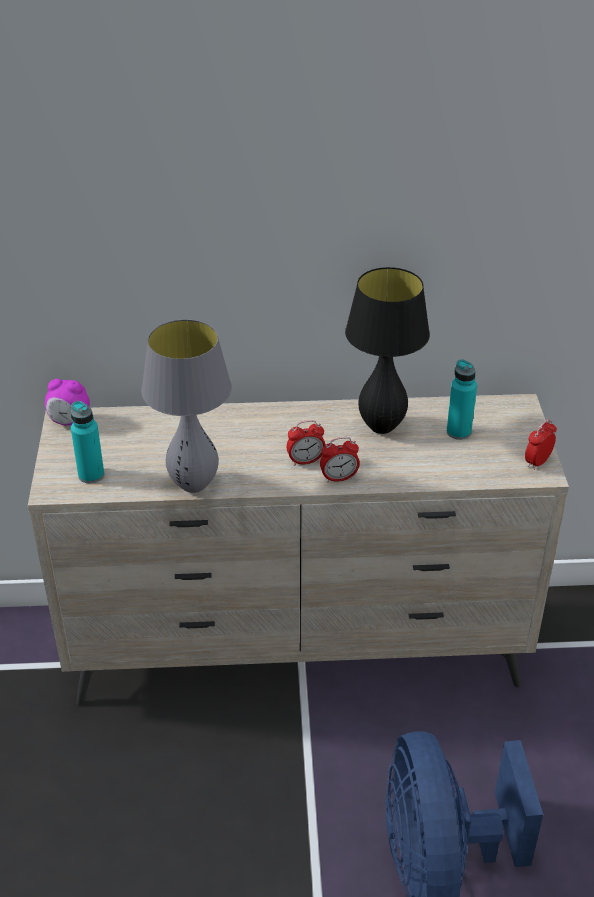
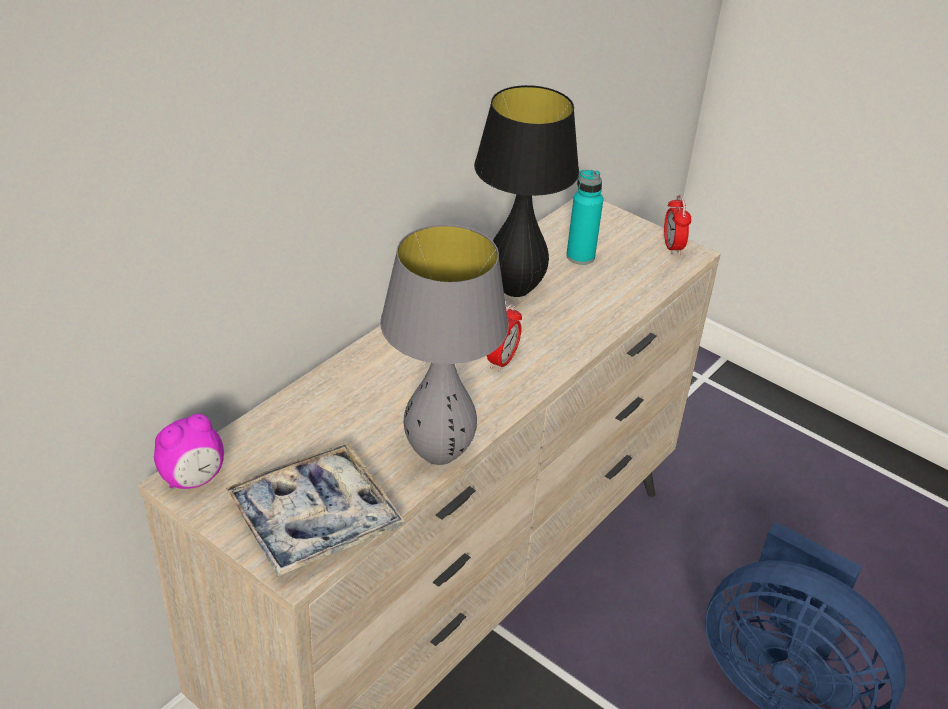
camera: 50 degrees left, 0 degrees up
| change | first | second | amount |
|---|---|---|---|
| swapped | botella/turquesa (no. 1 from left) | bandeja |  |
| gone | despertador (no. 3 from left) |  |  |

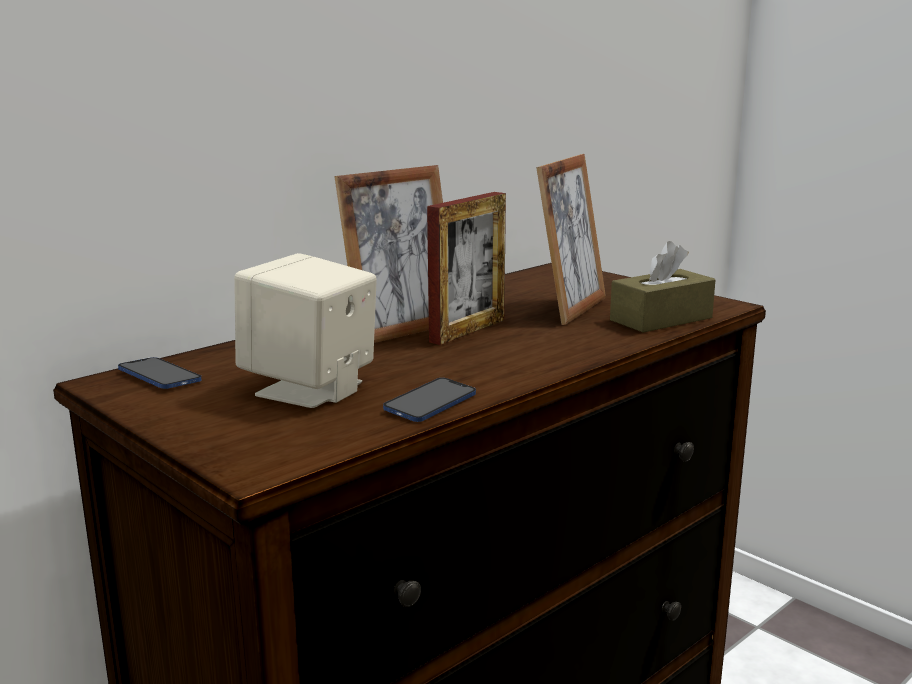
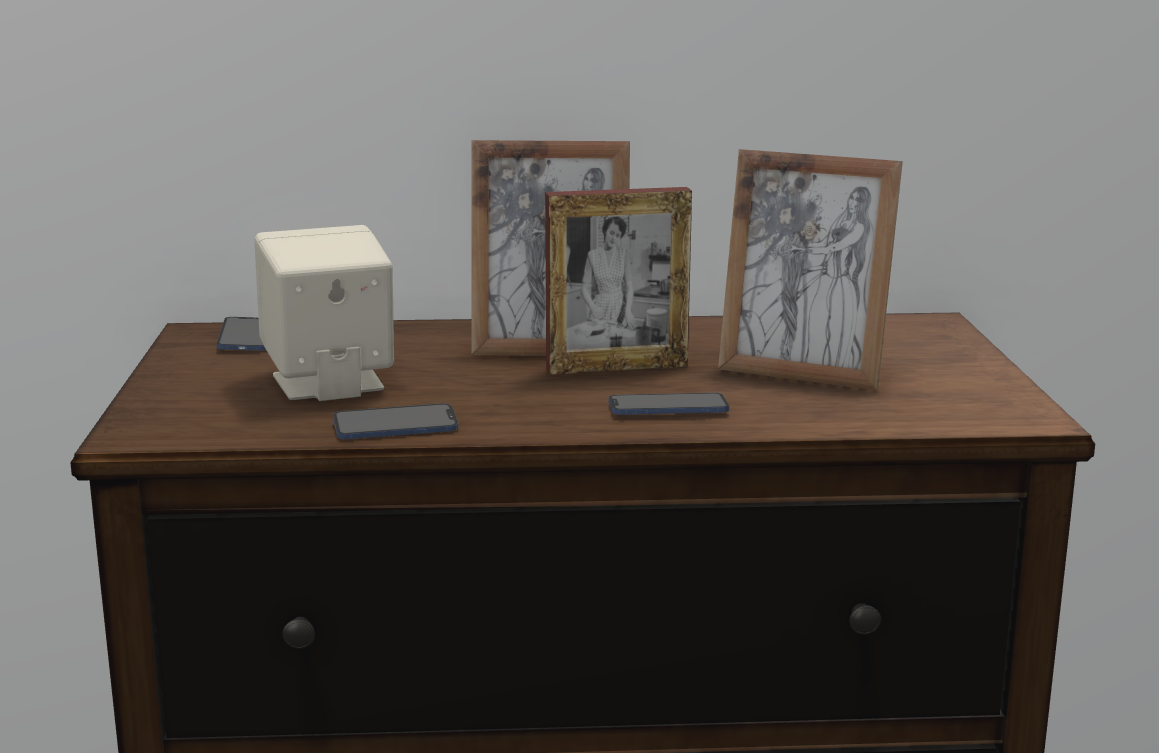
camera: 40 degrees right, 0 degrees up
| change | first | second | amount |
|---|---|---|---|
| rotated | portarretratos (no. 3 from left) |  | 45 degrees clockwise |
| gone | caja de pañuelos/marrón |  |  |
| new |  | móvil (no. 3 from left) |  |

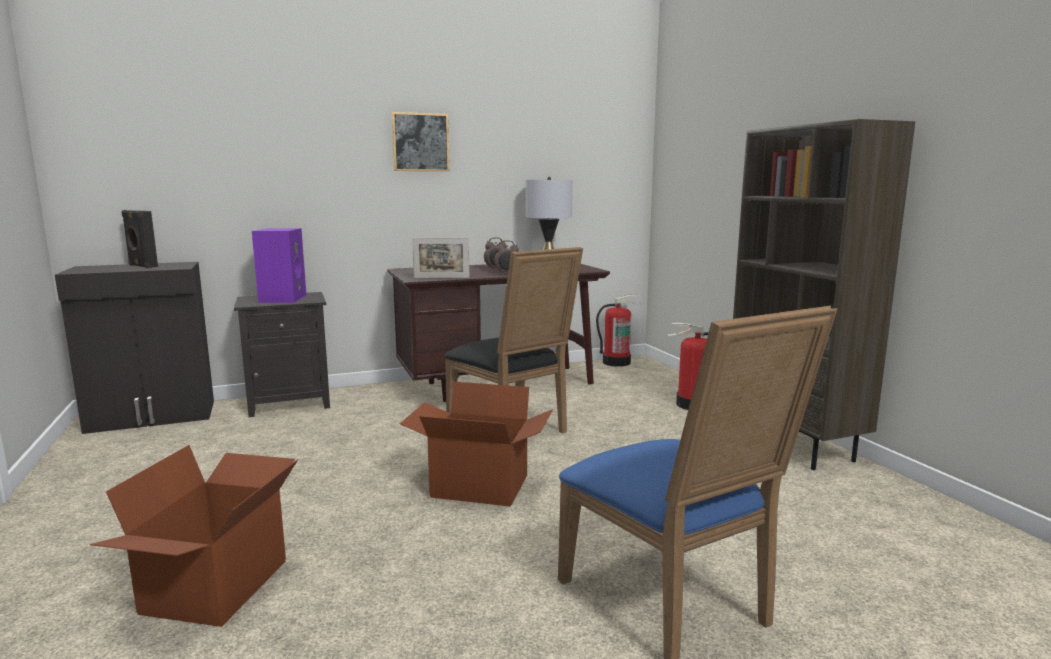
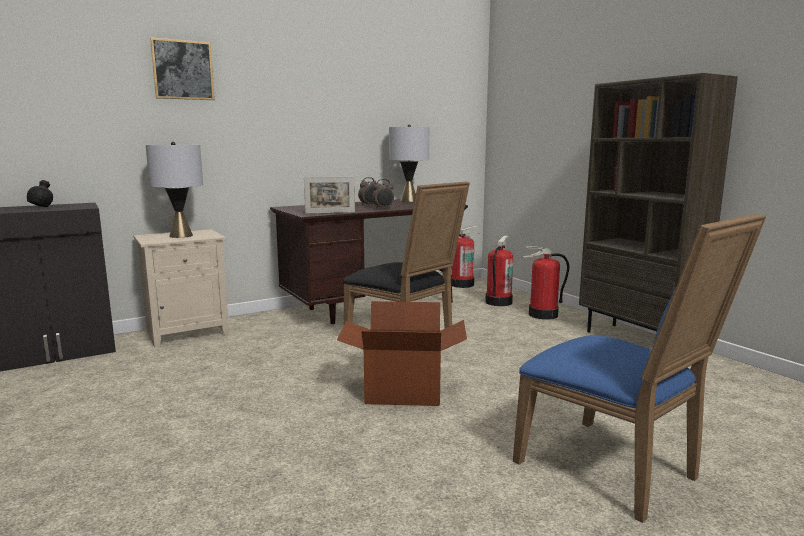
camera: 10 degrees left, 0 degrees up
| change | first | second | amount |
|---|---|---|---|
| gone | caja de cartón (no. 1 from left) |  |  |
| swapped | altavoz/negro | botella/negro |  |
| repainted | mesita de noche/negro | mesita de noche/beis |  |
| swapped | altavoz/morado | lámpara de mesa/gris (no. 1 from left) |  |
| shifted | cuadro |  |  |
| new |  | extintor (no. 2 from left) |  |

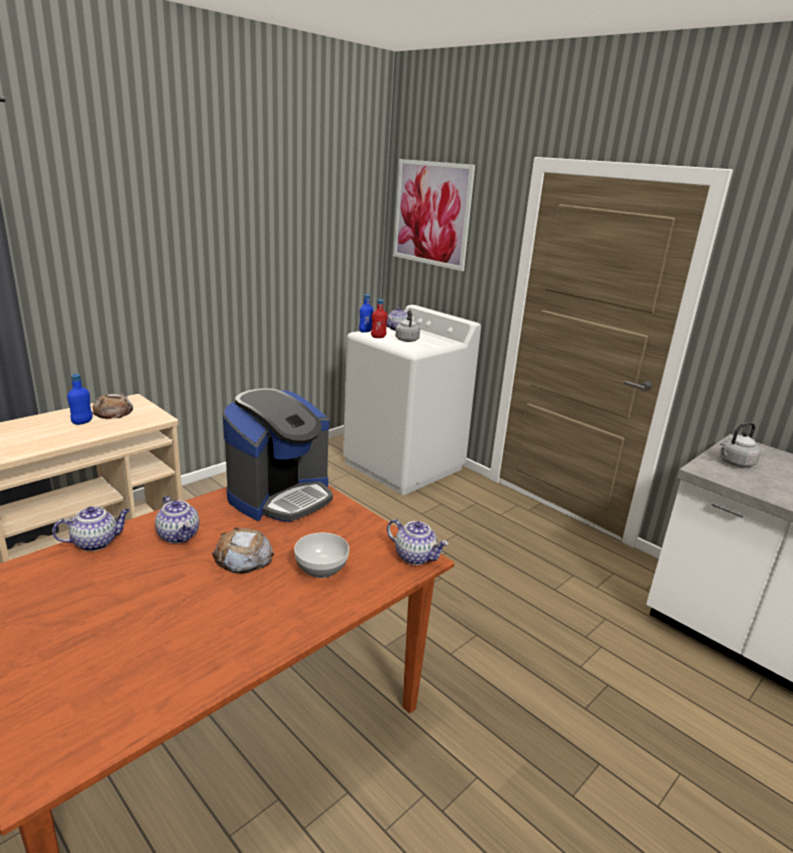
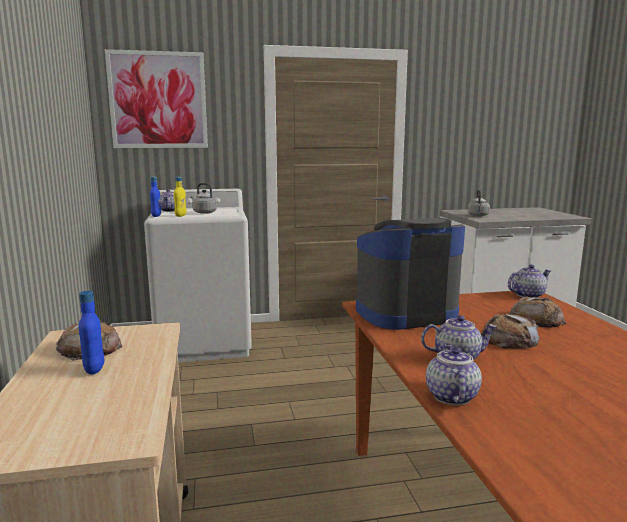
camera: 55 degrees left, 10 degrees down
| change | first | second | amount |
|---|---|---|---|
| rotated | cafetera |  | 90 degrees counterclockwise |
| swapped | cuenco | pan (no. 3 from left) |  |
| repainted | botella/rojo | botella/amarillo |  |

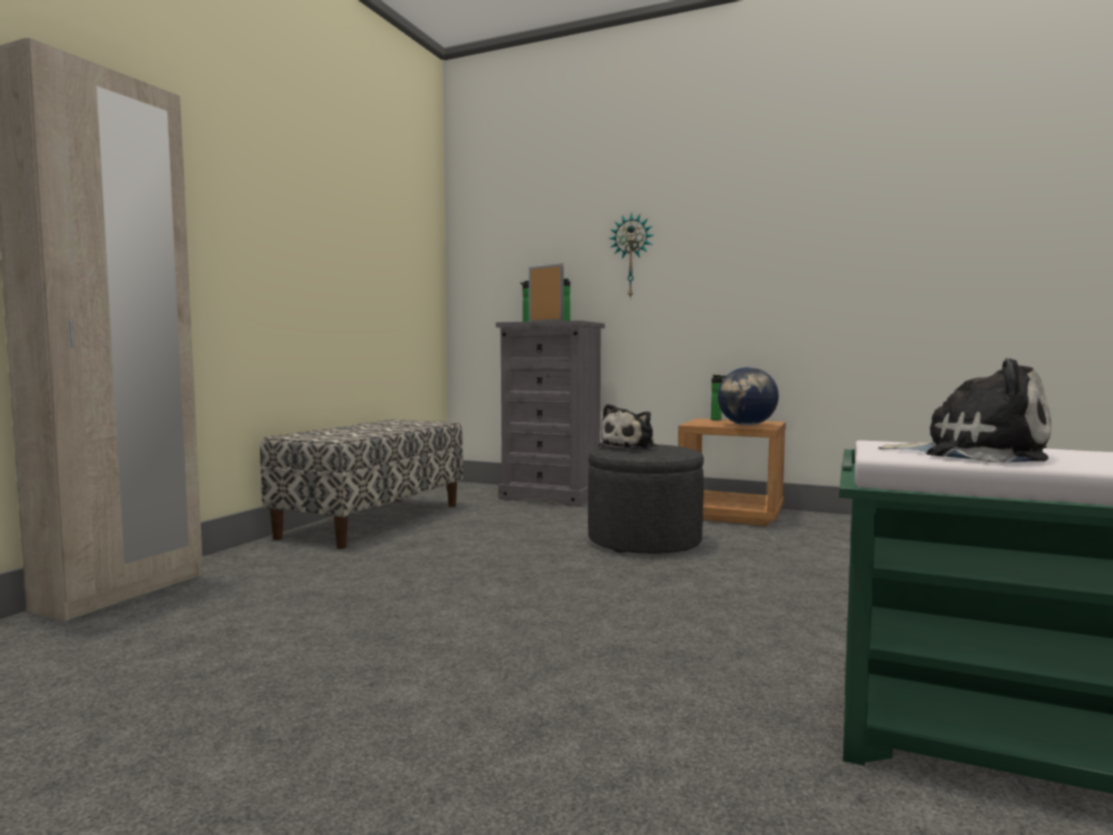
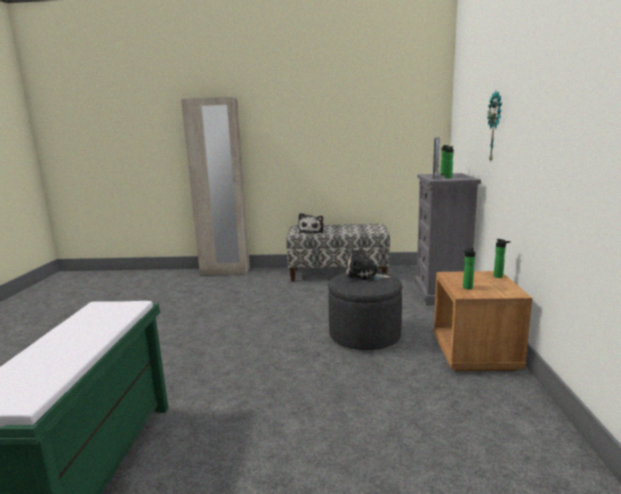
camera: 70 degrees right, 10 degrees up
| change | first | second | amount |
|---|---|---|---|
| swapped | globo terráqueo | botella (no. 3 from left) |  |
| shifted | peluche (no. 2 from left in the first image) | peluche (no. 1 from left) |  |

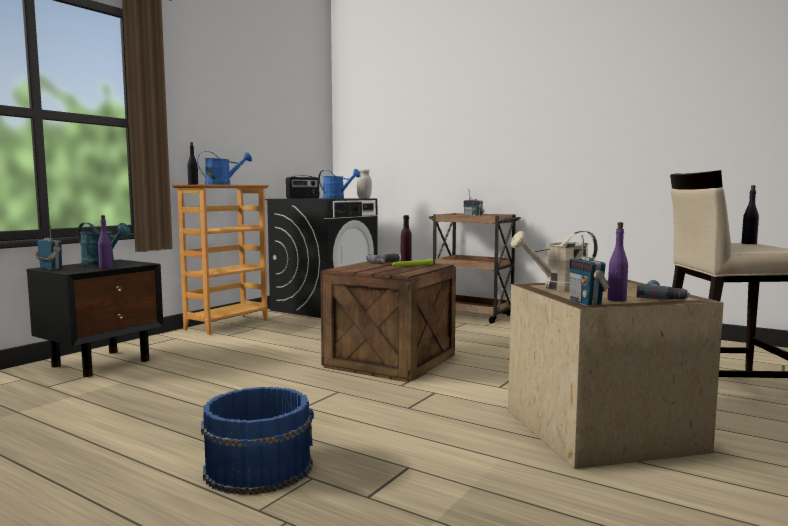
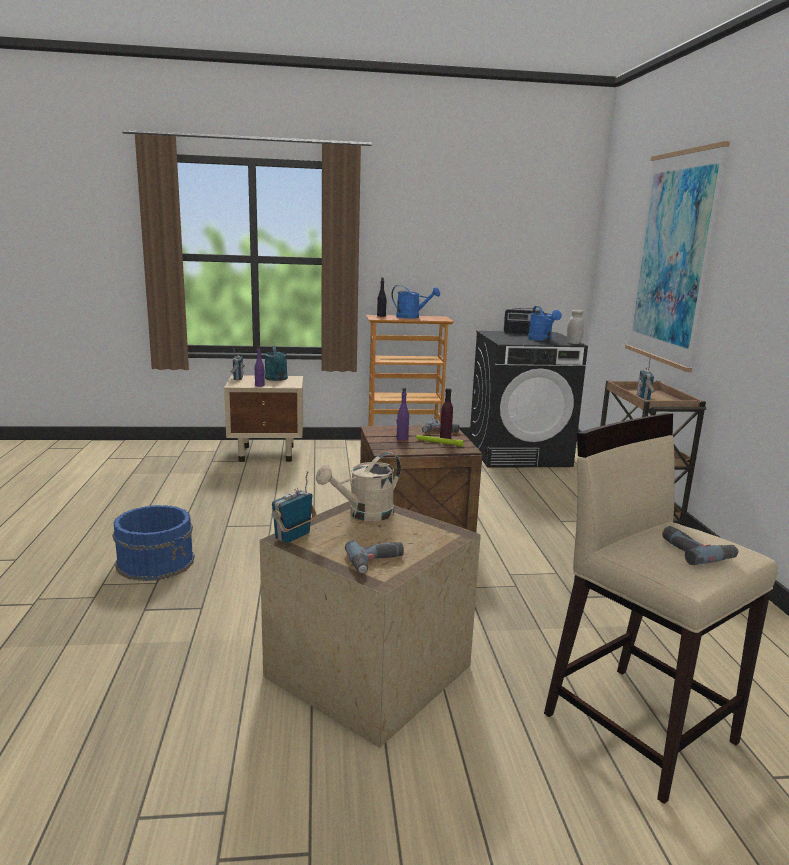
camera: 50 degrees right, 10 degrees up
| change | first | second | amount |
|---|---|---|---|
| repainted | mesita de noche/negro | mesita de noche/beis |  |
| rotated | regadera/beis |  | 75 degrees counterclockwise |
| shifted | botella/morado (no. 3 from left in the first image) | botella/morado (no. 2 from left) |  |
| swapped | botella/negro (no. 2 from left) | taladro (no. 3 from left) |  |
| new |  | cuadro |  |

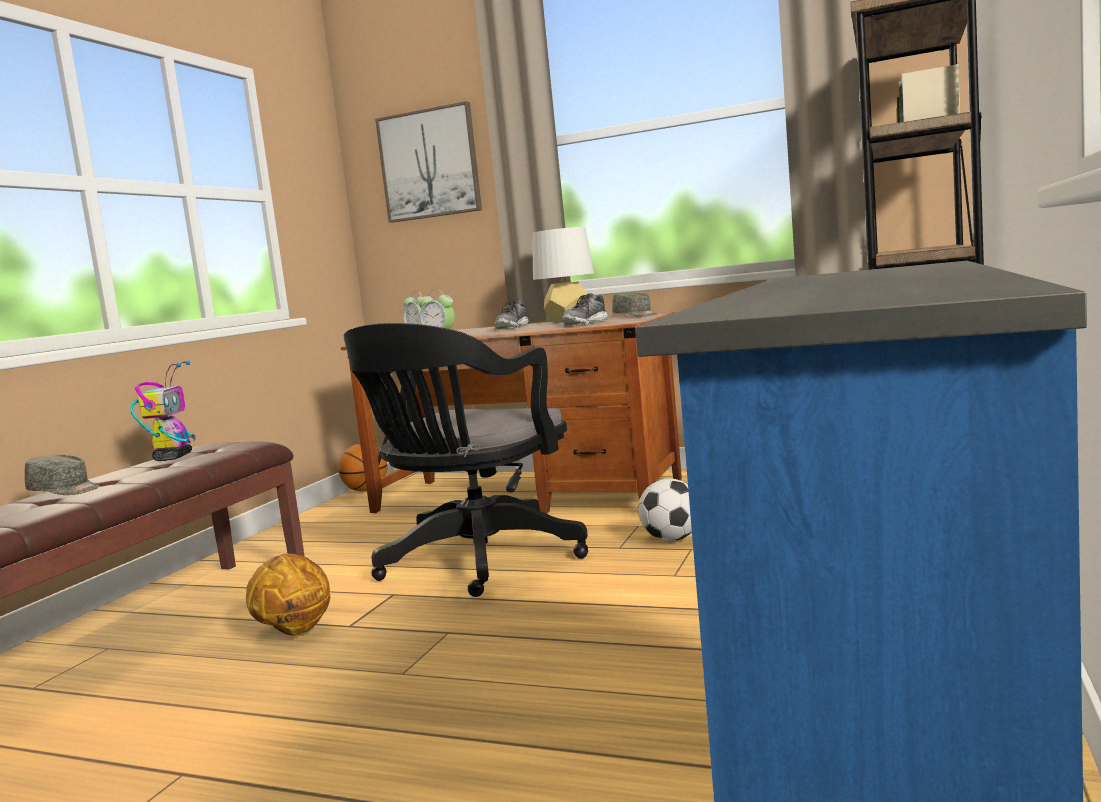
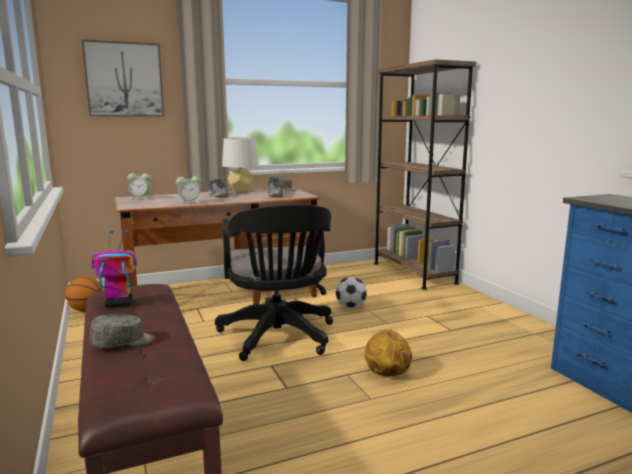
camera: 45 degrees left, 5 degrees up
| change | first | second | amount |
|---|---|---|---|
| rotated | robot de juguete |  | 60 degrees counterclockwise |
| shifted | balón de baloncesto (no. 1 from left in the first image) | balón de baloncesto (no. 2 from left) |  |

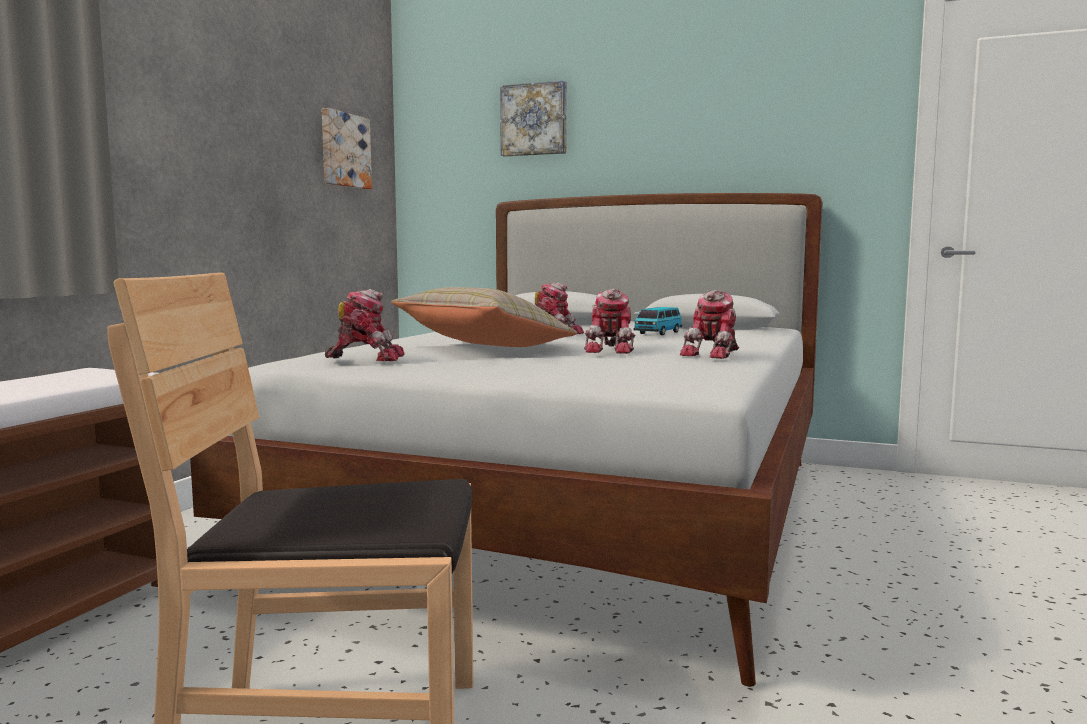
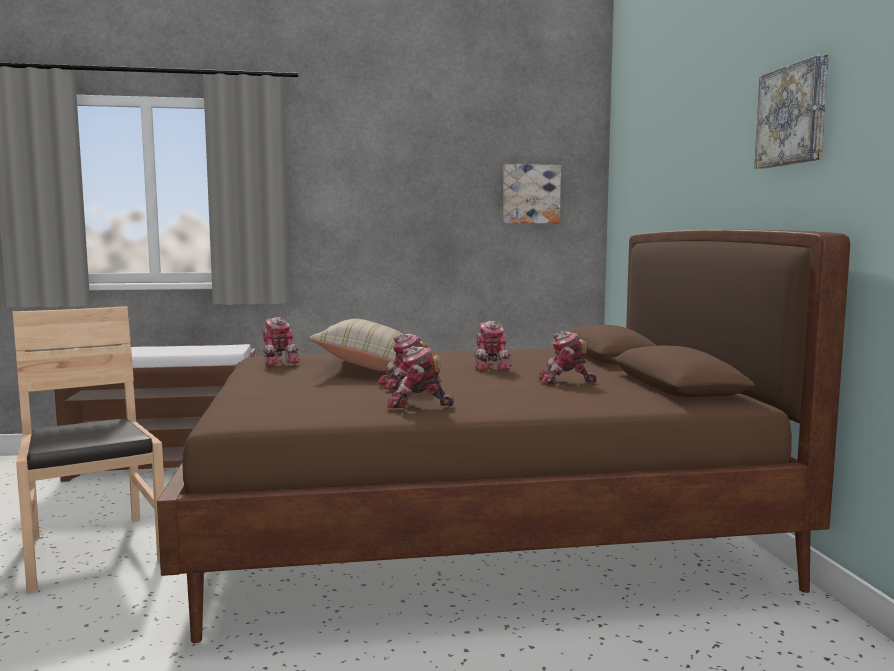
camera: 60 degrees right, 0 degrees up
| change | first | second | amount |
|---|---|---|---|
| repainted | cama/blanco | cama/marrón |  |
| shifted | cuadro (no. 2 from left) |  |  |
| swapped | coche de juguete | robot de juguete (no. 5 from left) |  |

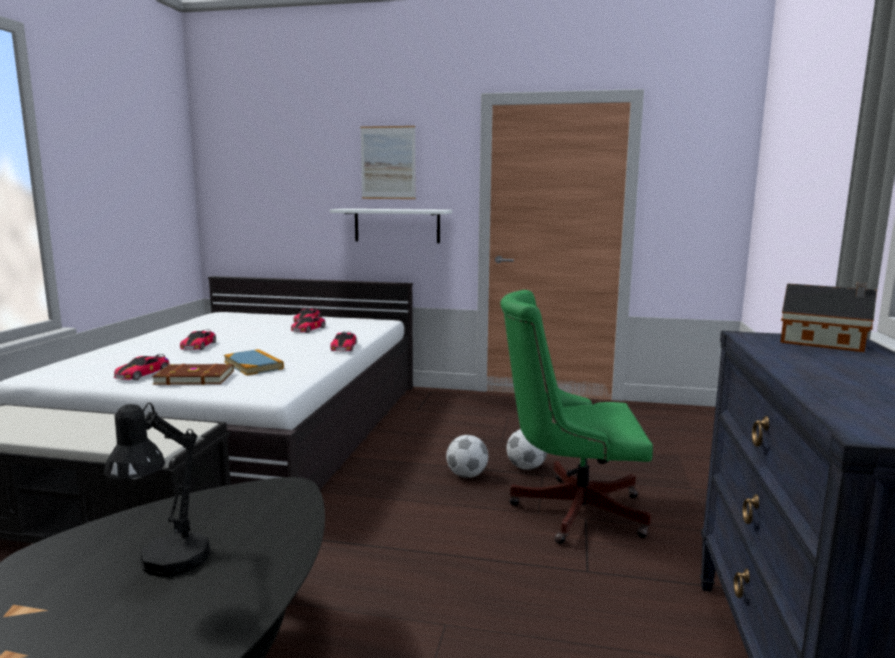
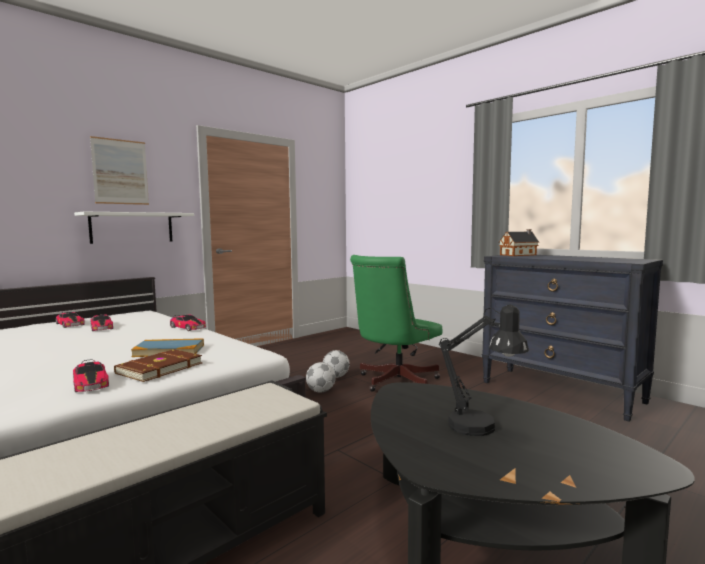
camera: 55 degrees left, 5 degrees down
| change | first | second | amount |
|---|---|---|---|
| gone | coche de juguete (no. 2 from left) |  |  |

